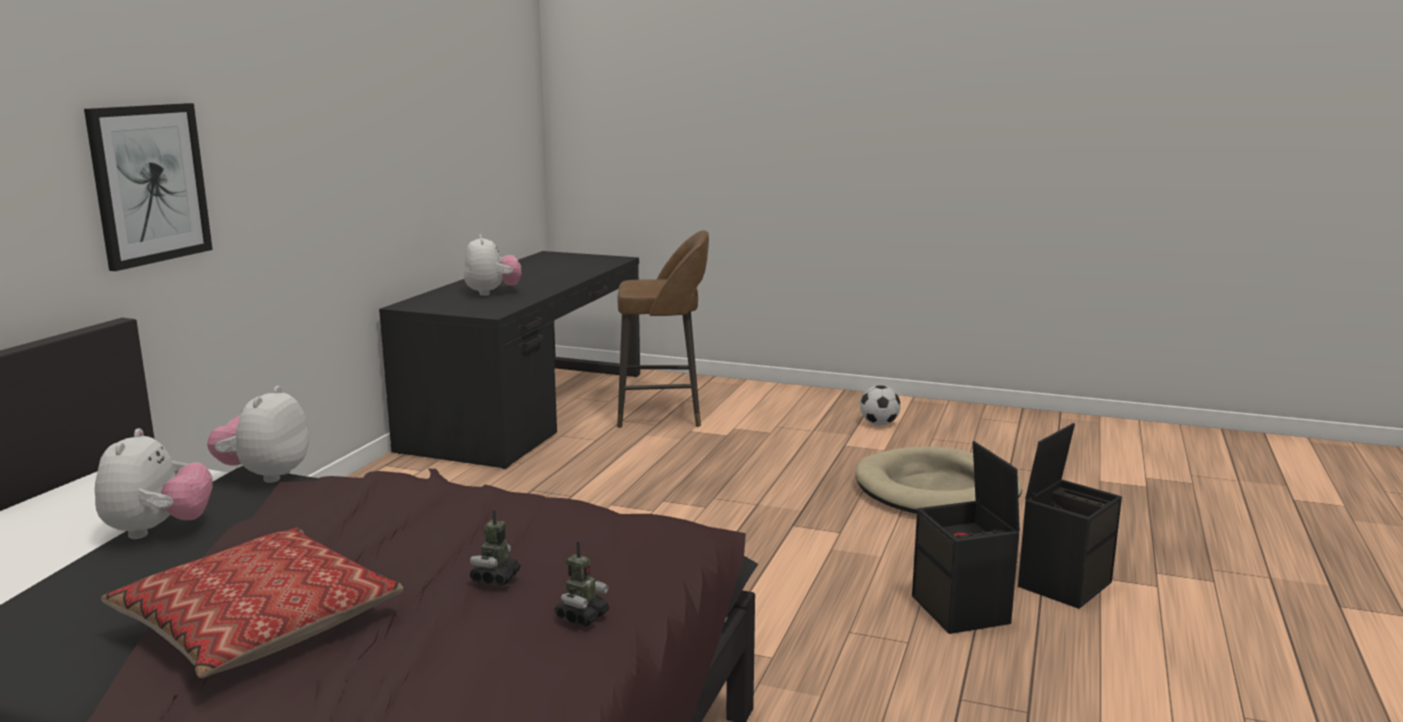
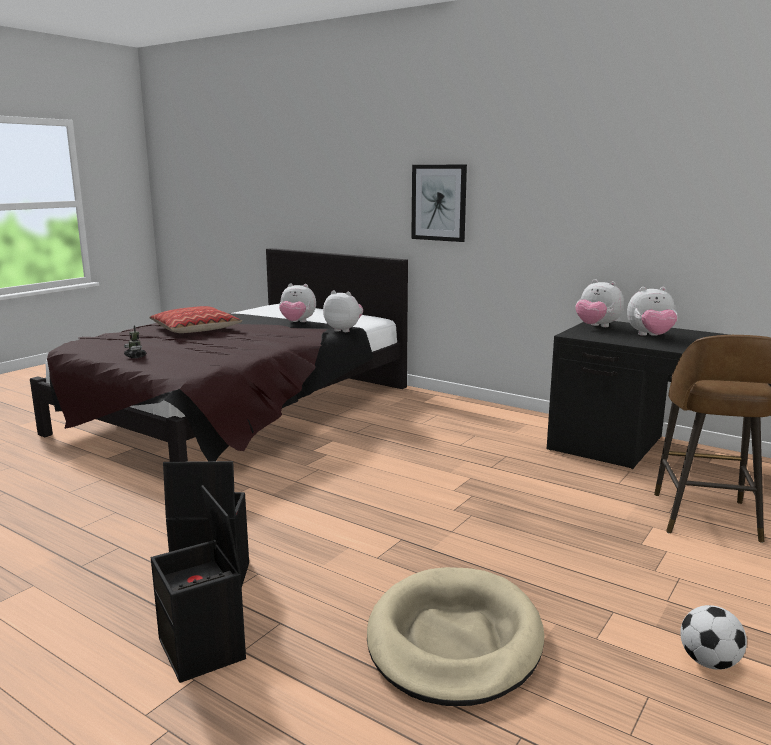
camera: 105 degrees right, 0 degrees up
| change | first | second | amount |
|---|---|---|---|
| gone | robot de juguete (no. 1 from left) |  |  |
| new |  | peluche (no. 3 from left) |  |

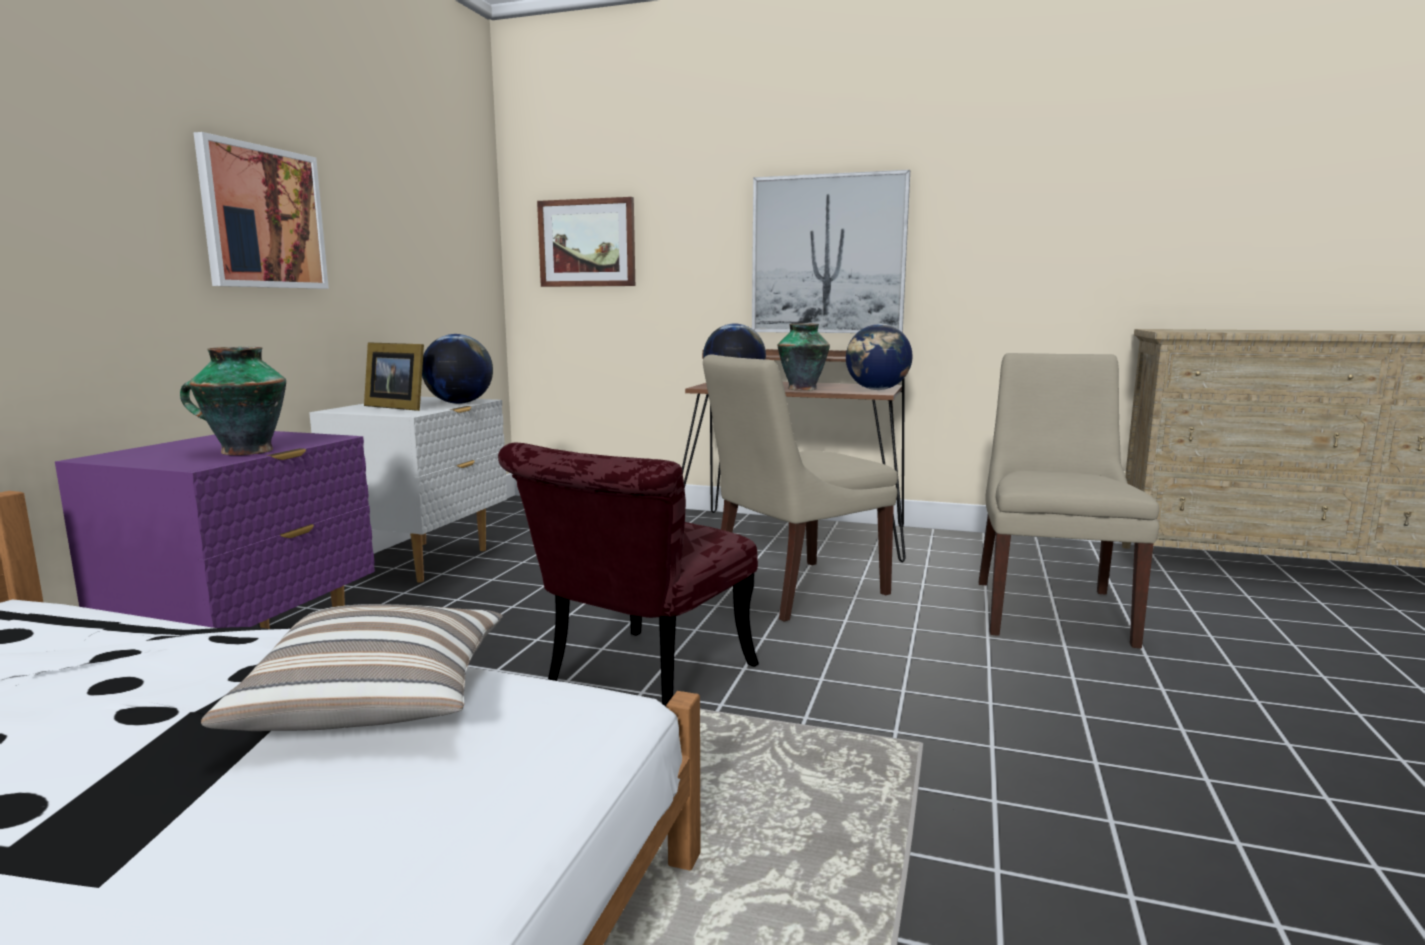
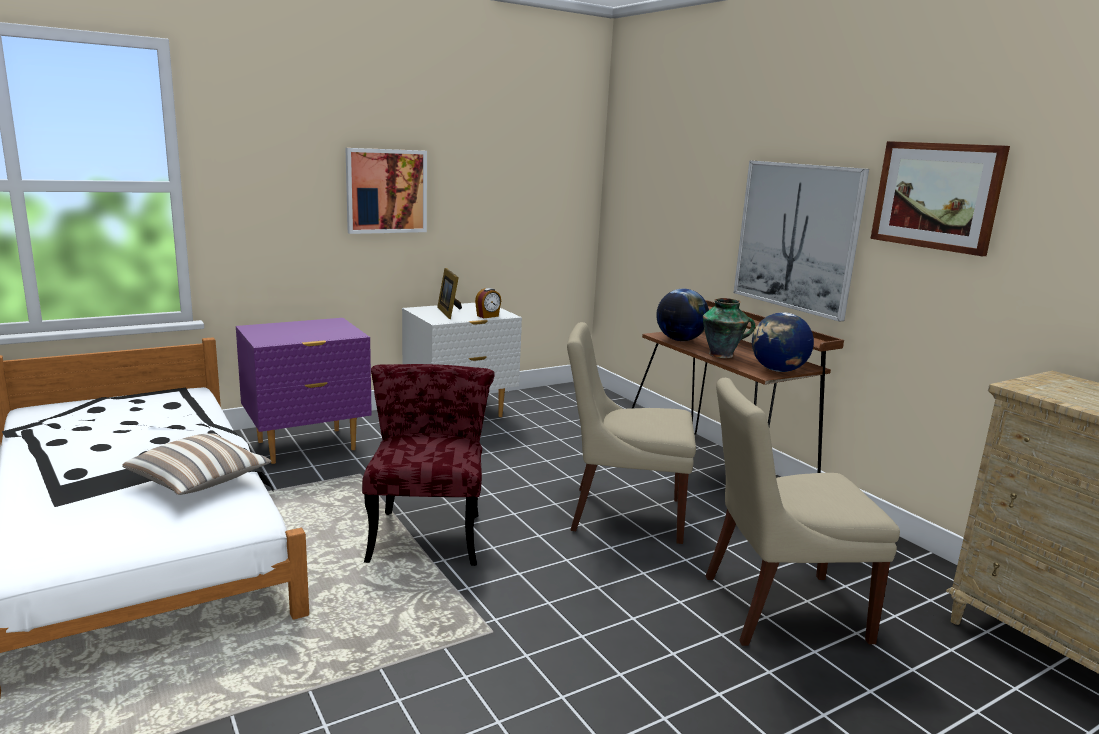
camera: 40 degrees right, 5 degrees up
| change | first | second | amount |
|---|---|---|---|
| gone | florero (no. 1 from left) |  |  |
| swapped | globo terráqueo (no. 1 from left) | despertador |  |
| rotated | silla/rojo |  | 105 degrees clockwise |
| shifted | cuadro (no. 2 from left in the first image) | cuadro (no. 3 from left) |  |
| rotated | silla/beis (no. 2 from left) |  | 150 degrees counterclockwise |

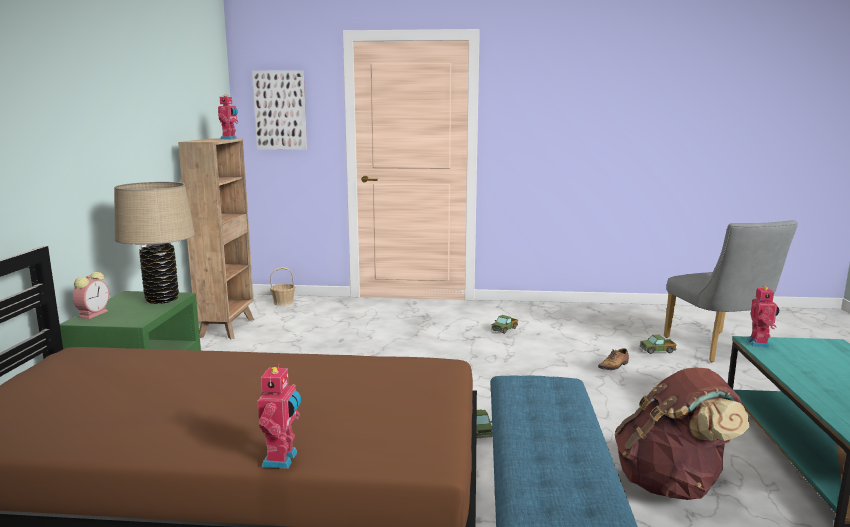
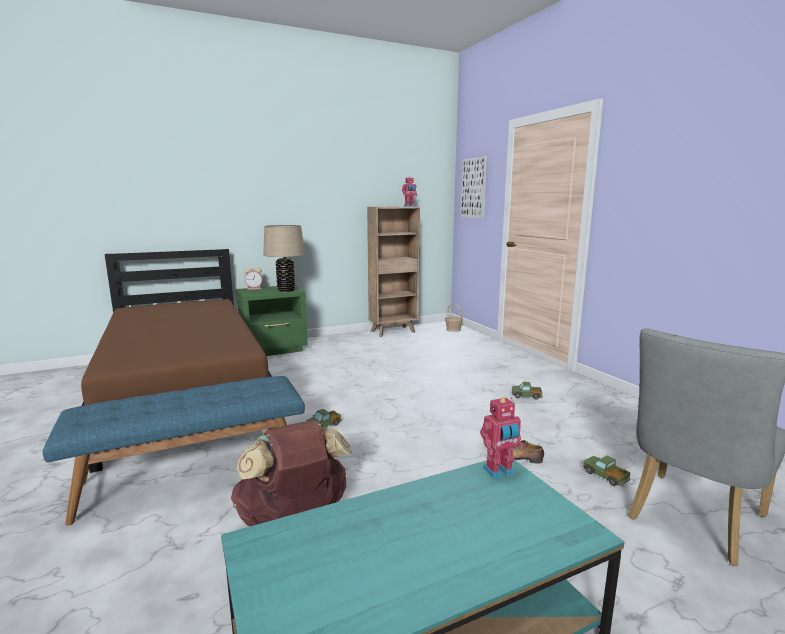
camera: 60 degrees right, 0 degrees up
| change | first | second | amount |
|---|---|---|---|
| gone | robot de juguete (no. 2 from left) |  |  |

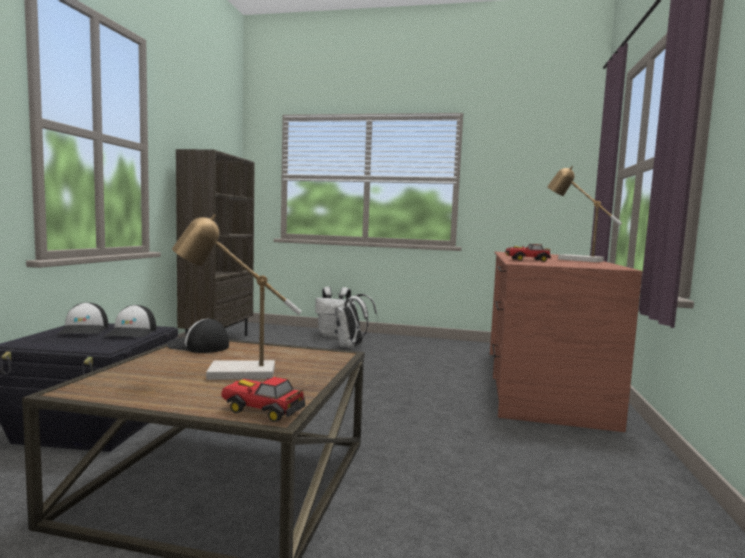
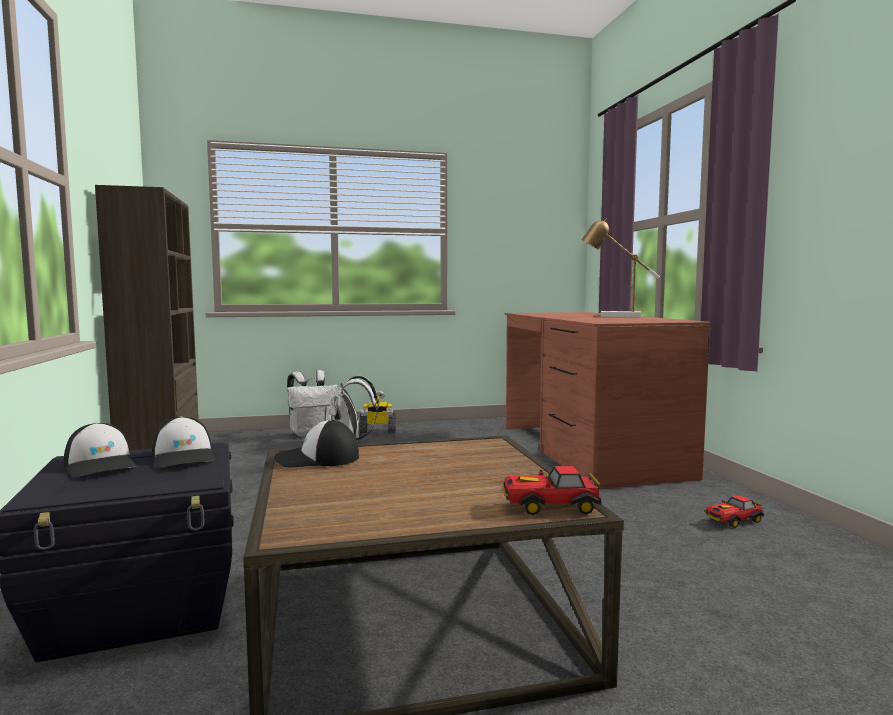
camera: 25 degrees left, 0 degrees up
| change | first | second | amount |
|---|---|---|---|
| gone | lámpara de mesa (no. 1 from left) |  |  |
| shifted | coche de juguete (no. 2 from left) |  |  |
| new |  | robot de juguete |  |

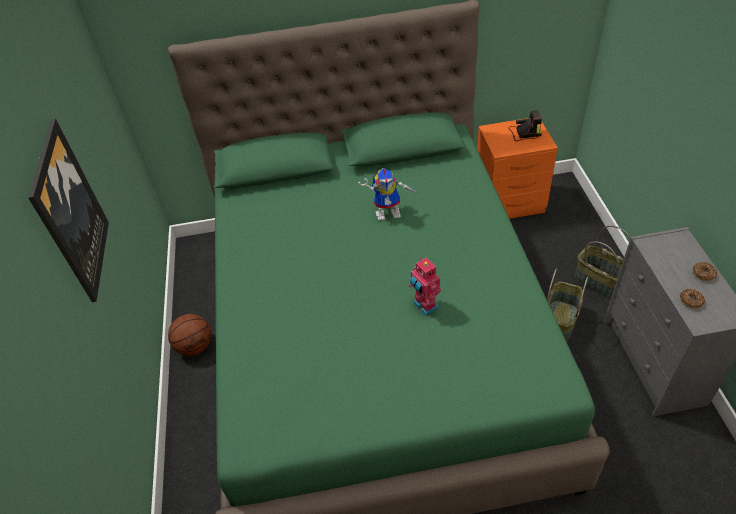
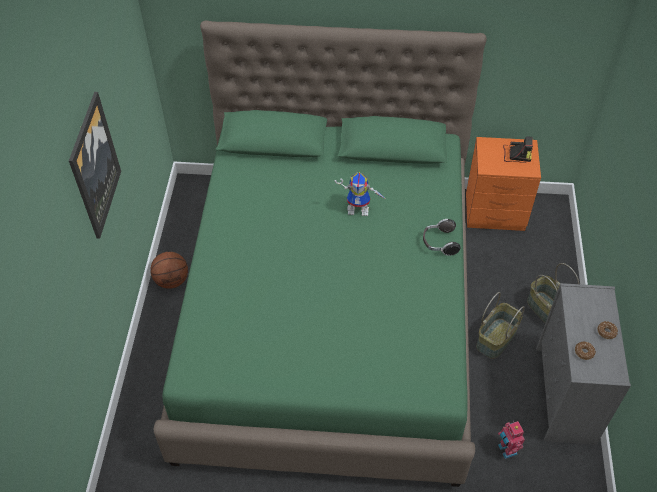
camera: 10 degrees right, 5 degrees up
| change | first | second | amount |
|---|---|---|---|
| shifted | robot de juguete (no. 2 from left) |  |  |
| new |  | auriculares |  |

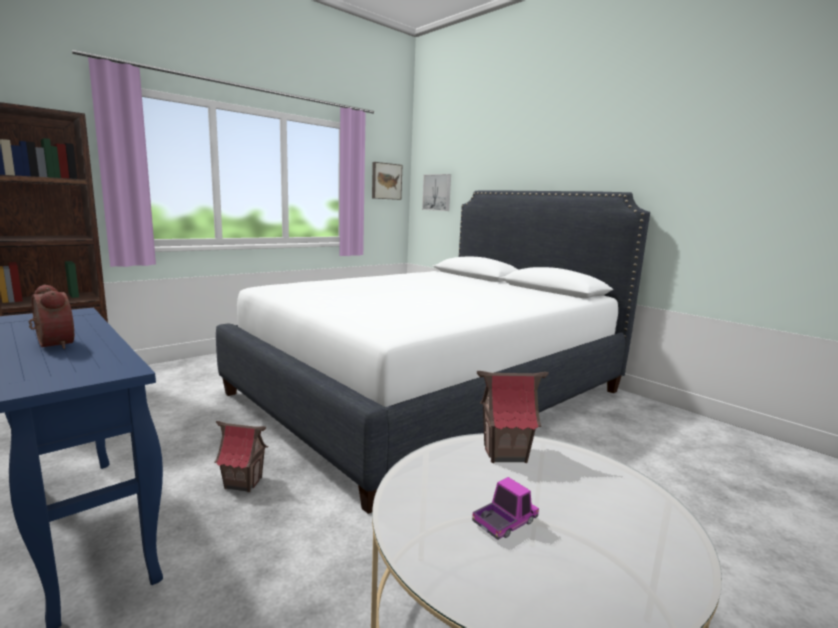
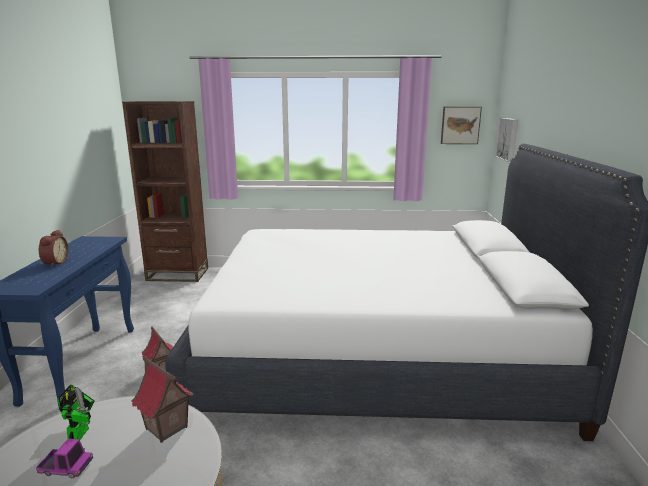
camera: 45 degrees right, 5 degrees up
| change | first | second | amount |
|---|---|---|---|
| new |  | robot de juguete |  |

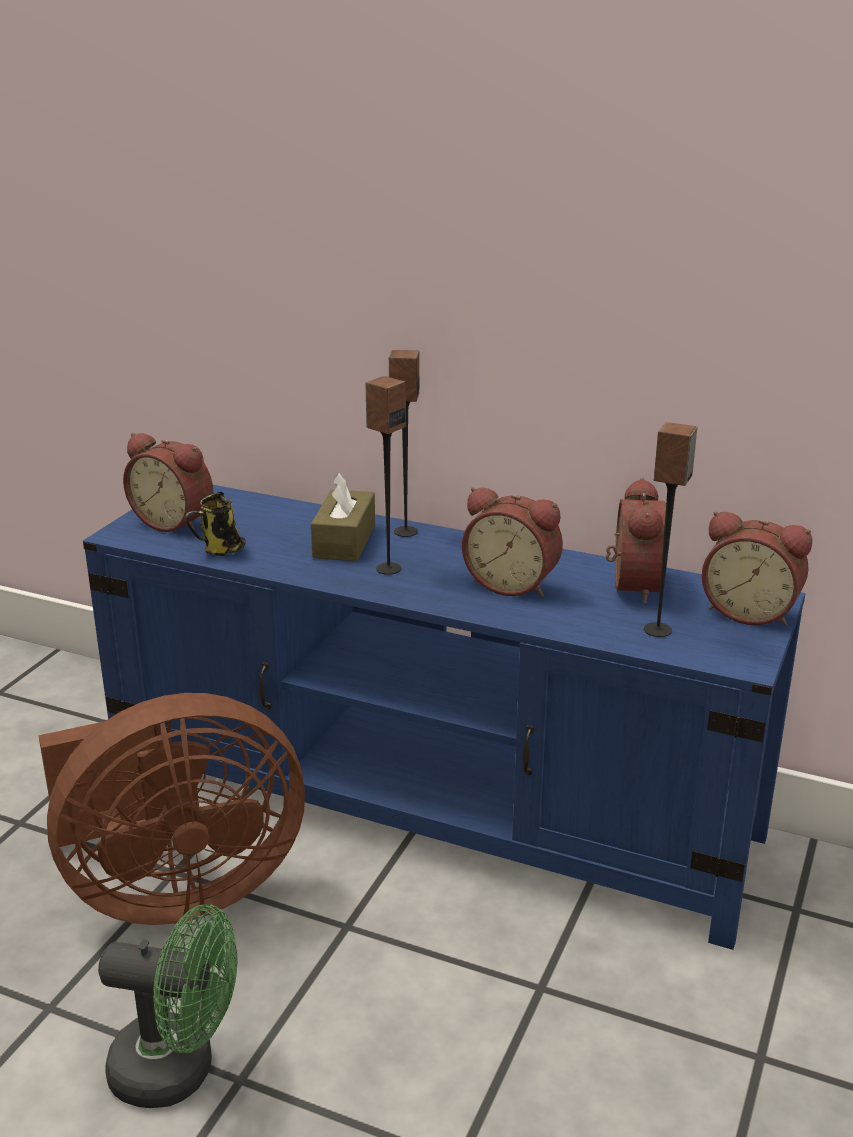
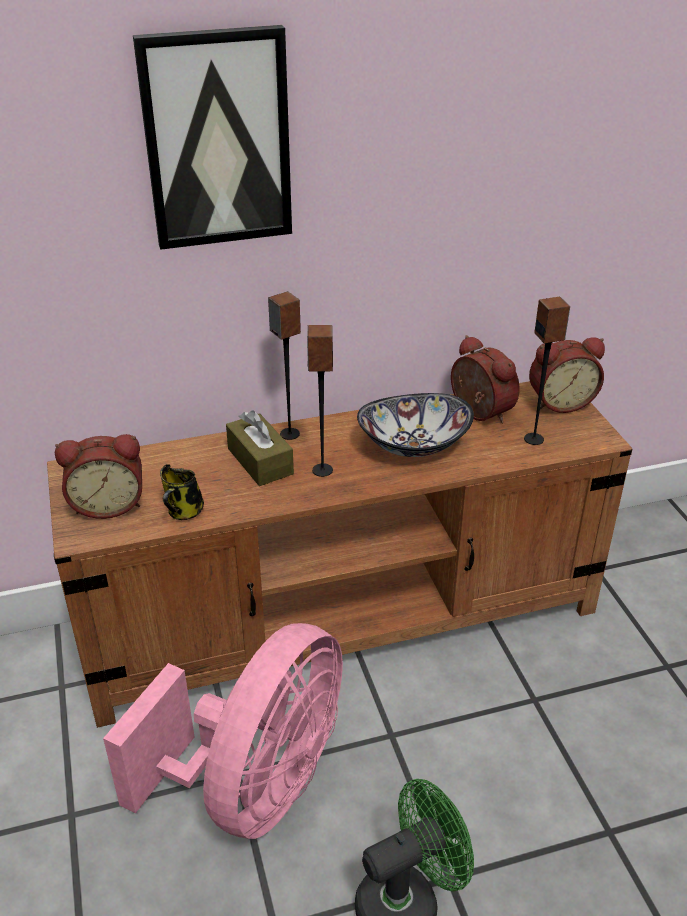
camera: 40 degrees left, 10 degrees up
| change | first | second | amount |
|---|---|---|---|
| repainted | ventilador/marrón | ventilador/rosa |  |
| repainted | mueble de televisión/azul | mueble de televisión/marrón |  |
| swapped | despertador (no. 2 from left) | cuenco |  |
| new |  | cuadro |  |

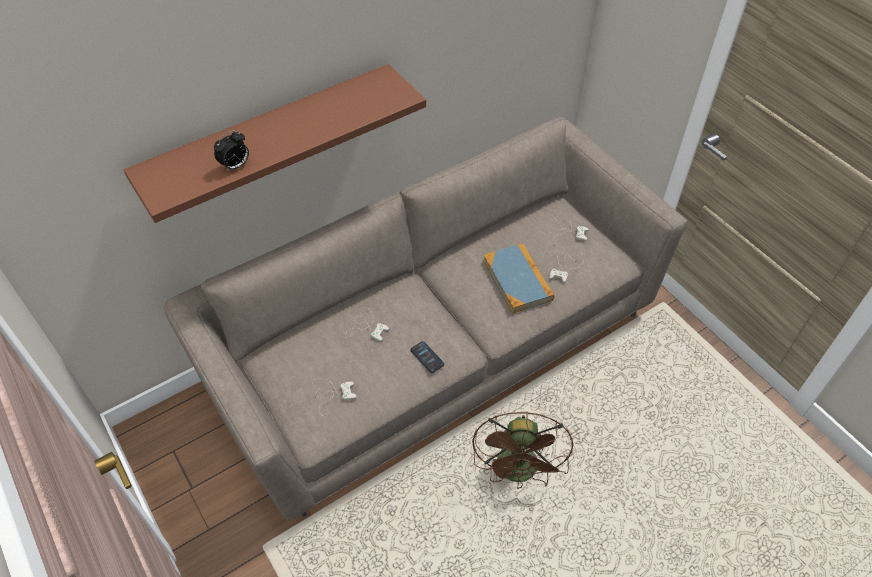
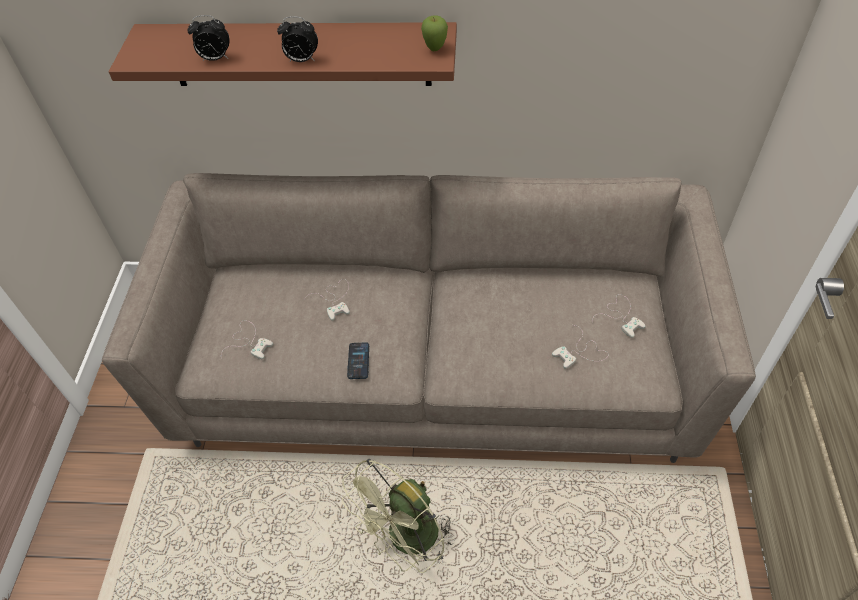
camera: 40 degrees right, 0 degrees up
| change | first | second | amount |
|---|---|---|---|
| repainted | ventilador/marrón | ventilador/verde |  |
| gone | libro |  |  |
| new |  | despertador (no. 2 from left) |  |
| new |  | manzana |  |

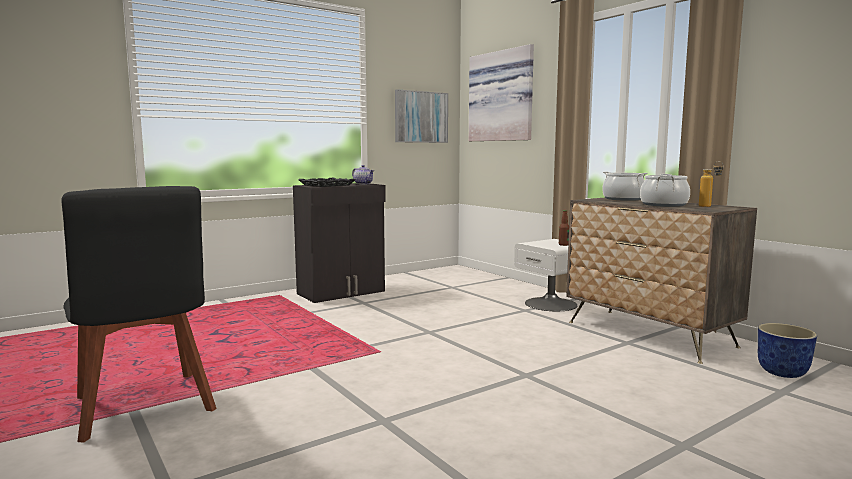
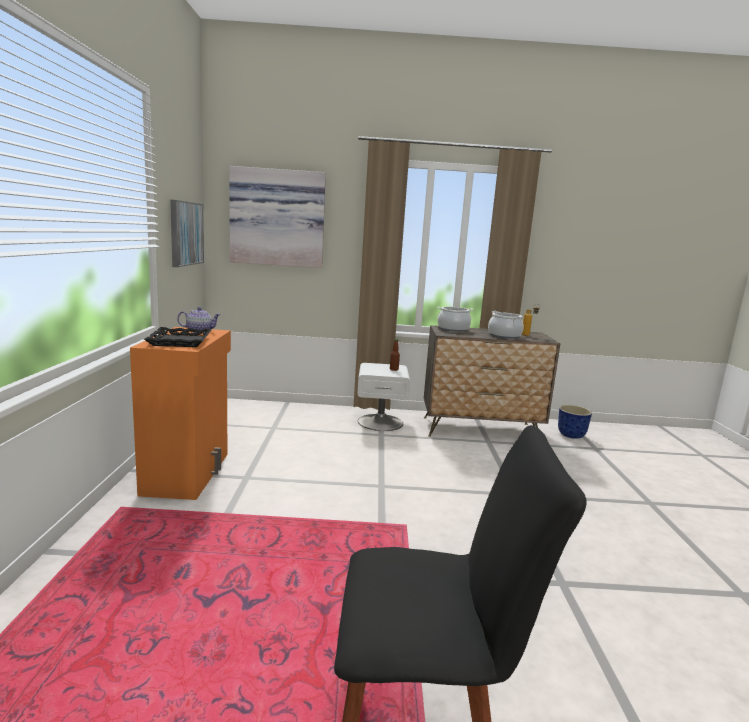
camera: 55 degrees left, 5 degrees up
| change | first | second | amount |
|---|---|---|---|
| repainted | armario/negro | armario/naranja |  |

